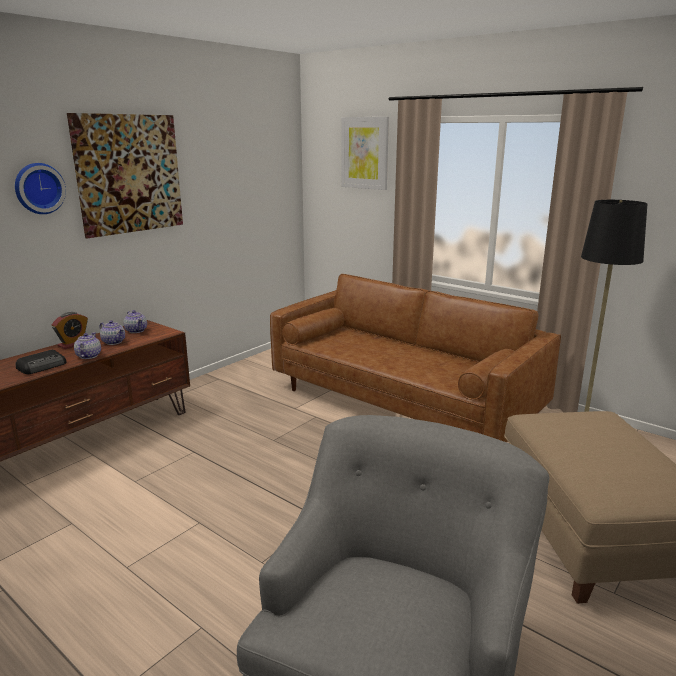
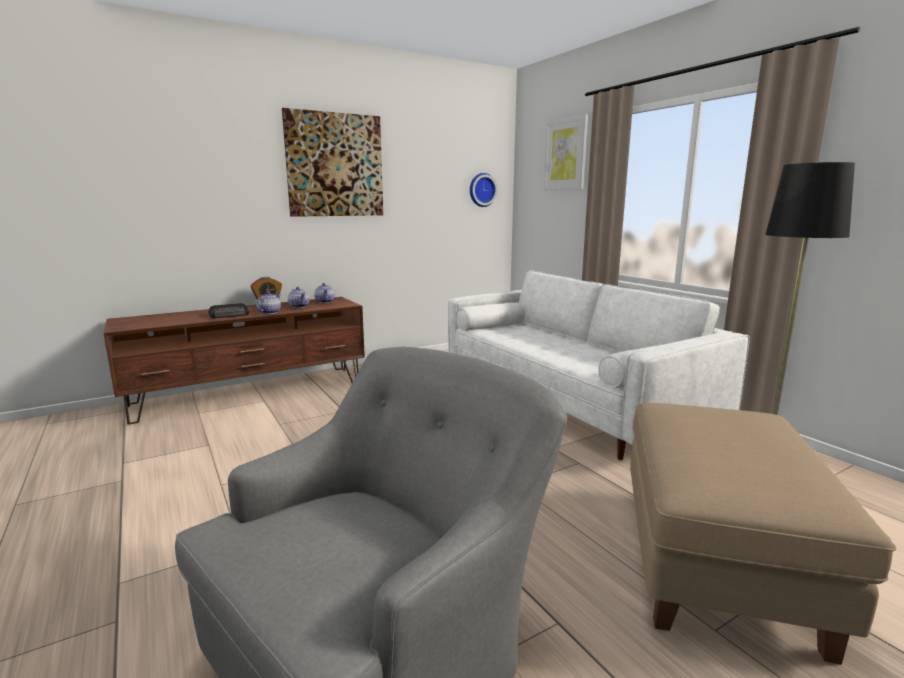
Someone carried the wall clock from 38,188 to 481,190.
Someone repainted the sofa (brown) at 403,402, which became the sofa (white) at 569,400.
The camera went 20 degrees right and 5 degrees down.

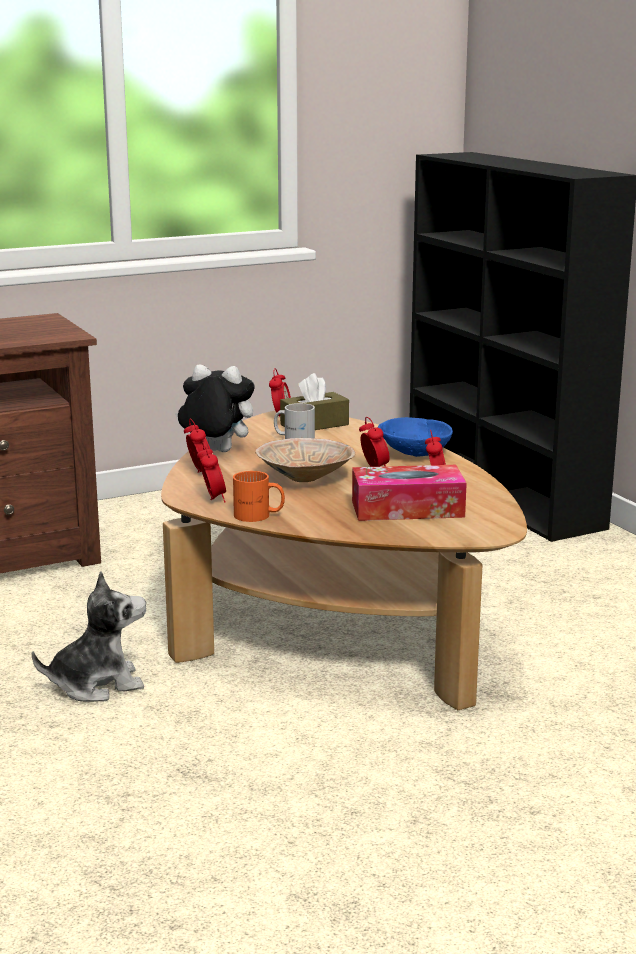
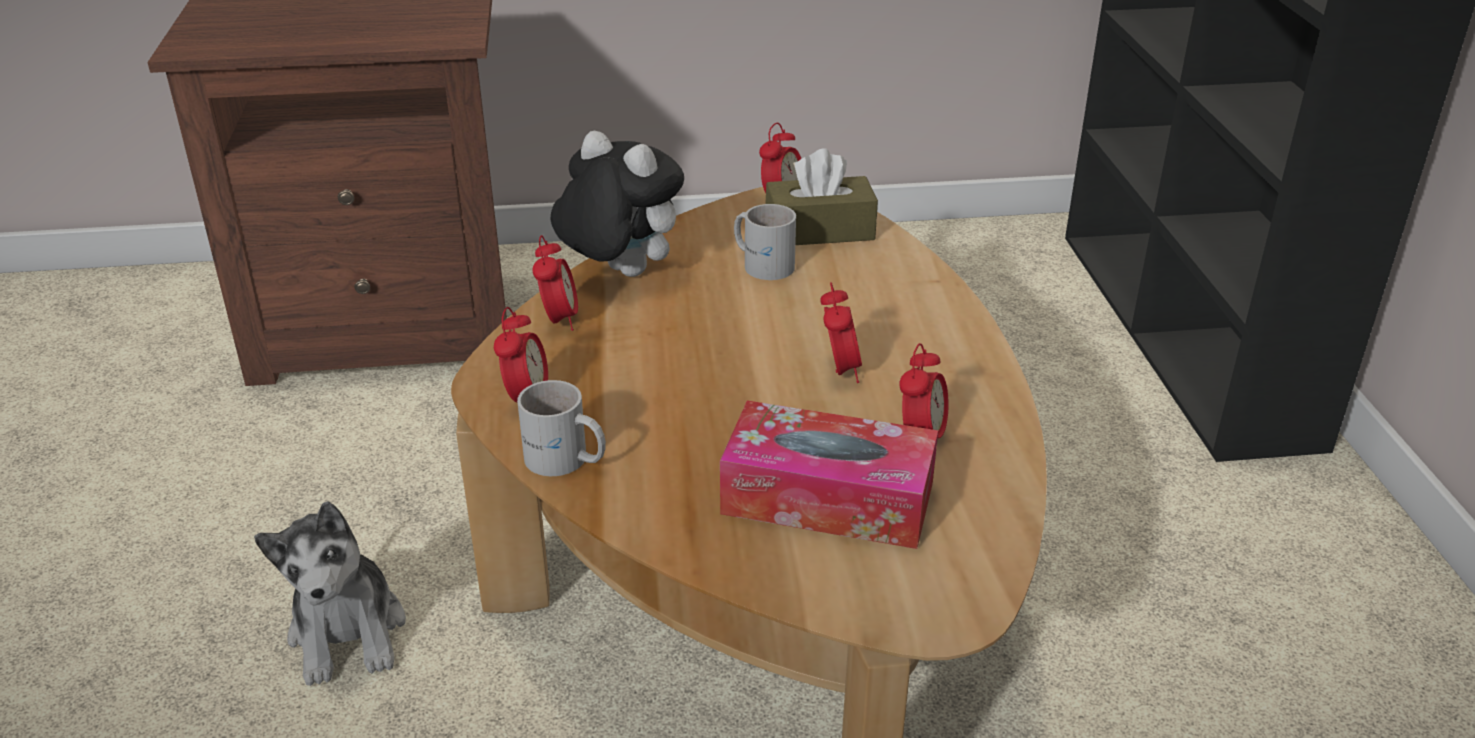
Someone took away the bowl (beige) at 306,478.
Someone took away the bowl (blue) at 413,454.
Someone repainted the mug (orange) at 258,516, which became the mug (white) at 565,461.
Someone rotated the plush toy at 97,684 by 75 degrees clockwise.
The camera went 20 degrees right and 15 degrees up.

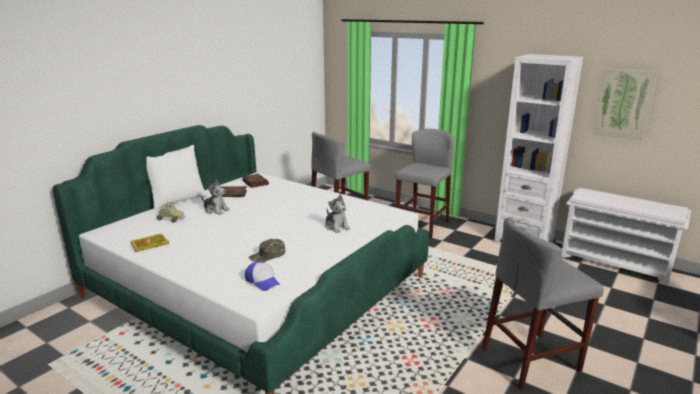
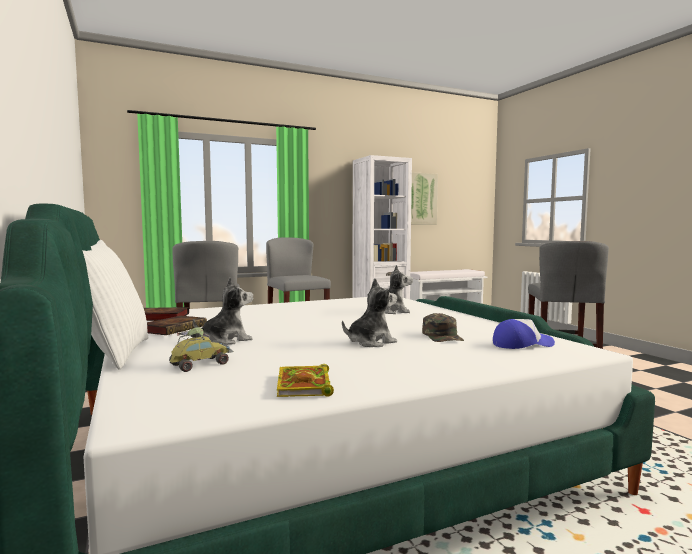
Someone put down the plush toy at 370,342.
The camera went 60 degrees left and 15 degrees down.

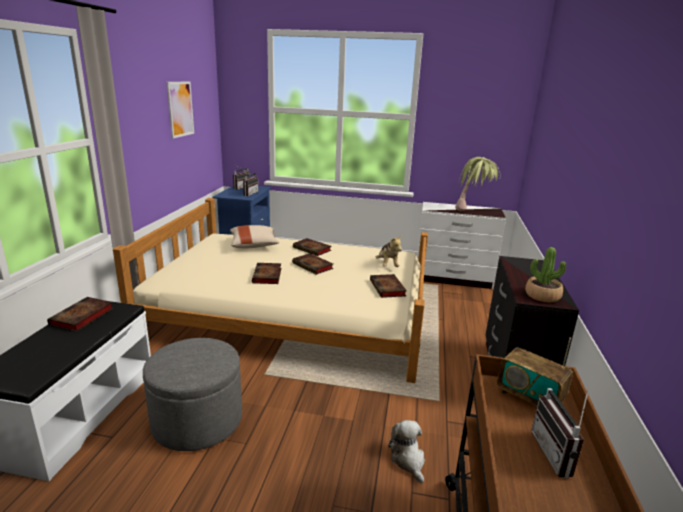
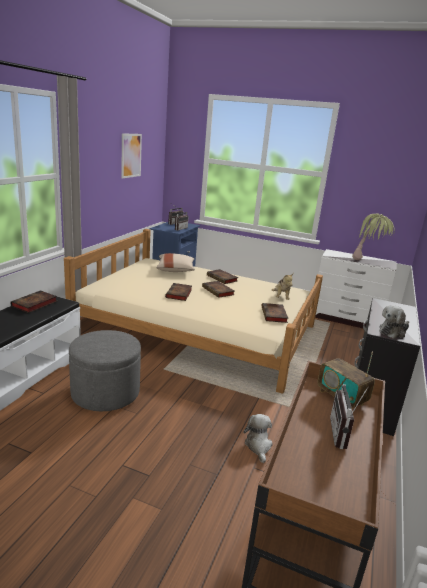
Someone swapped the potted plant at 542,296 for the plush toy at 393,331.
The camera went 10 degrees right and 0 degrees up.

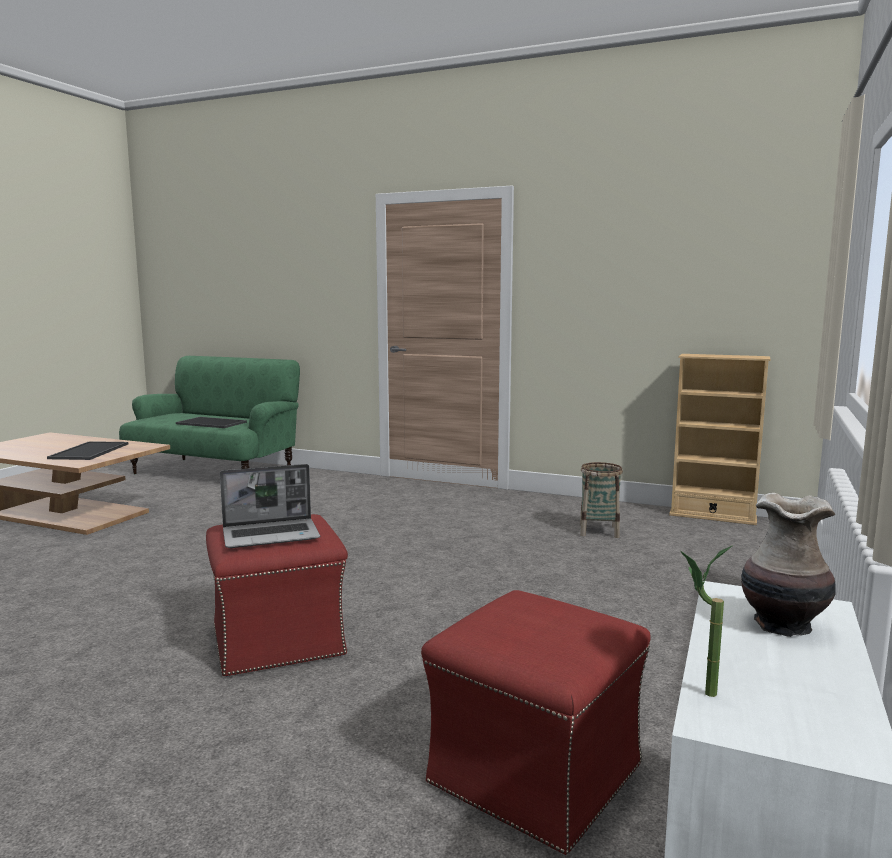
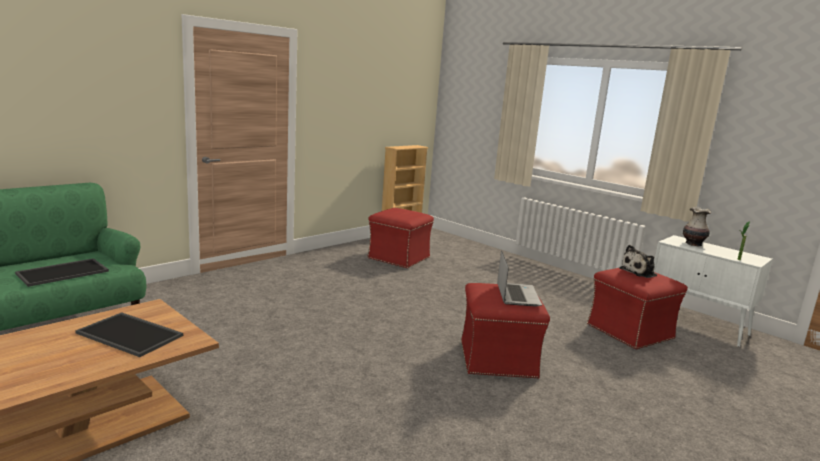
Someone put down the plush toy at 640,272.
Someone swapped the basket at 599,531 for the ottoman (red) at 398,258.
The camera went 70 degrees left and 5 degrees up.

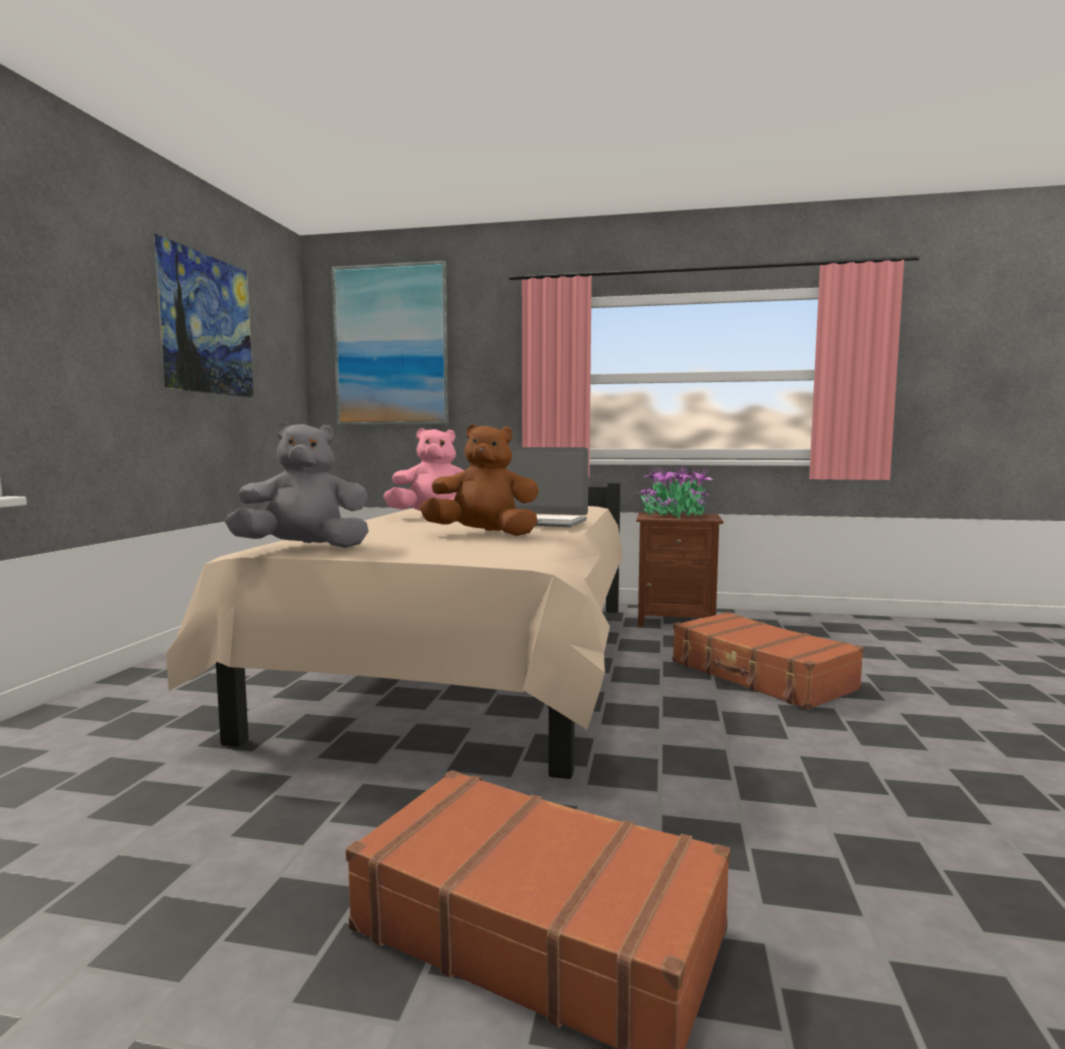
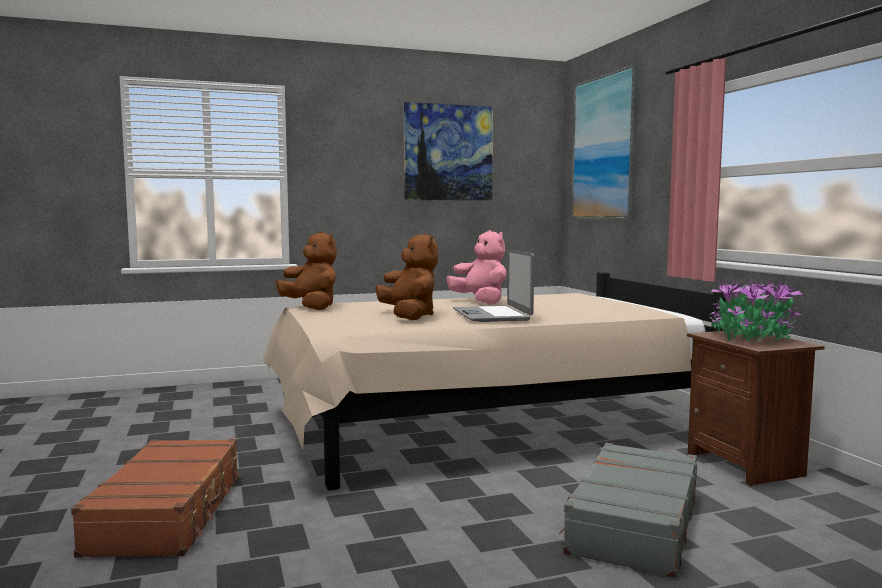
Someone repainted the plush toy (grey) at 305,548, which became the plush toy (brown) at 311,307.
Someone repainted the suitcase (brown) at 760,676, which became the suitcase (grey) at 632,524.
The camera went 60 degrees right and 0 degrees up.

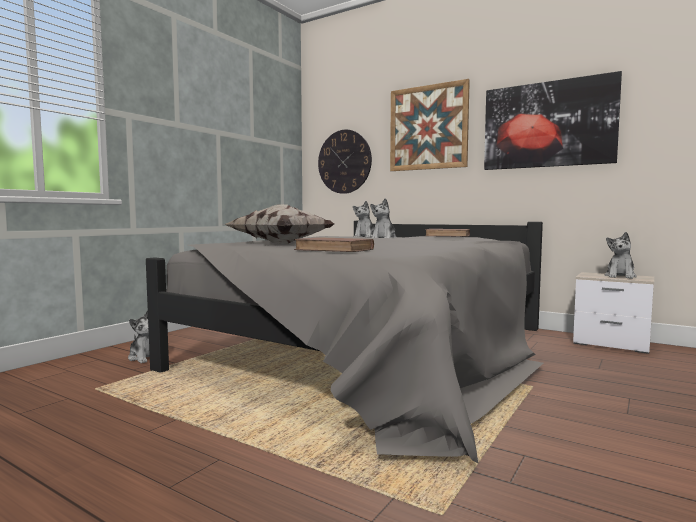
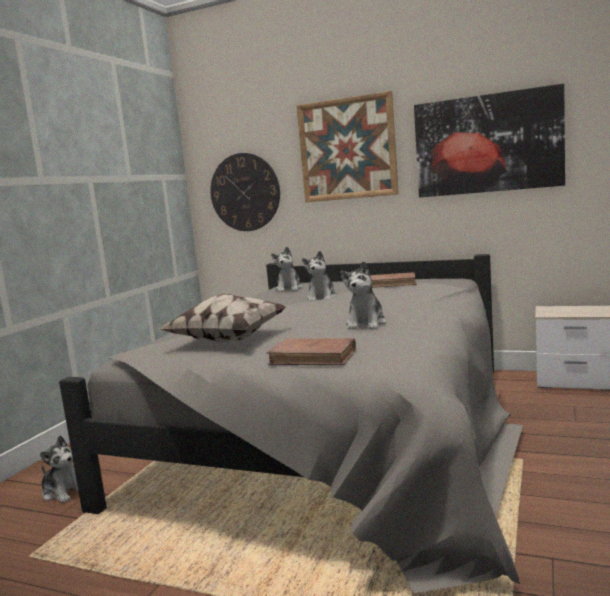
Someone carried the plush toy from 620,276 to 366,324.
The camera went 10 degrees left and 5 degrees up.

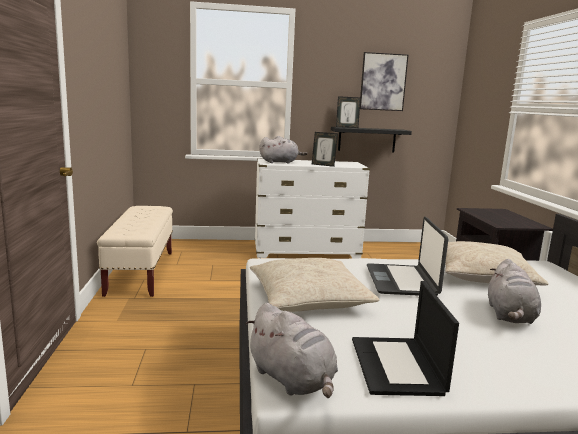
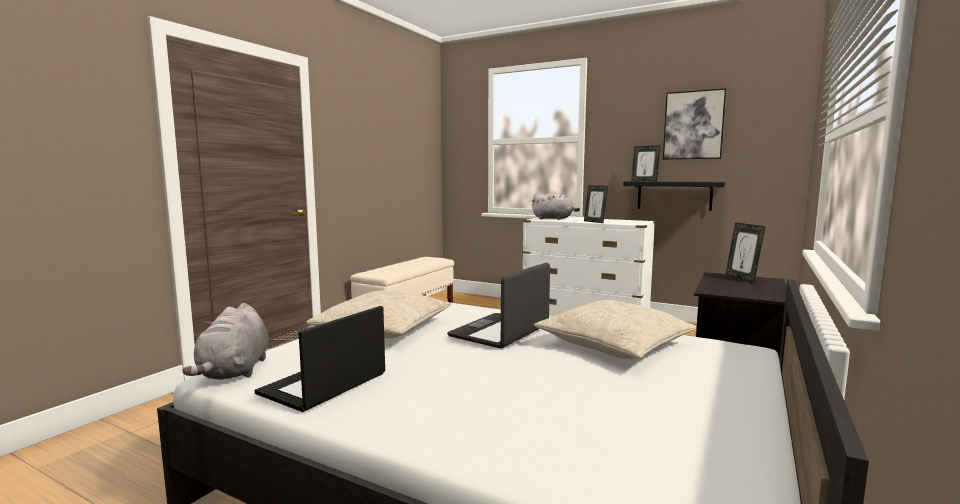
Someone took away the plush toy (grey) at 510,316.
Someone put down the picture frame at 742,278.
The camera went 35 degrees right and 5 degrees down.

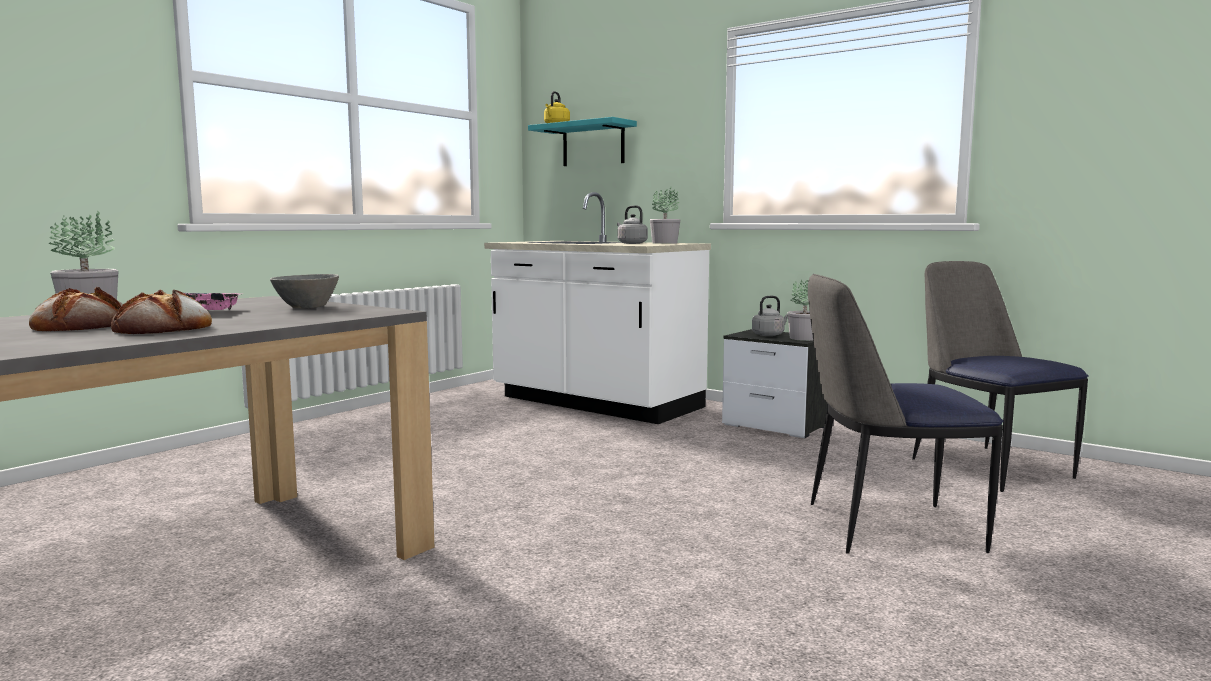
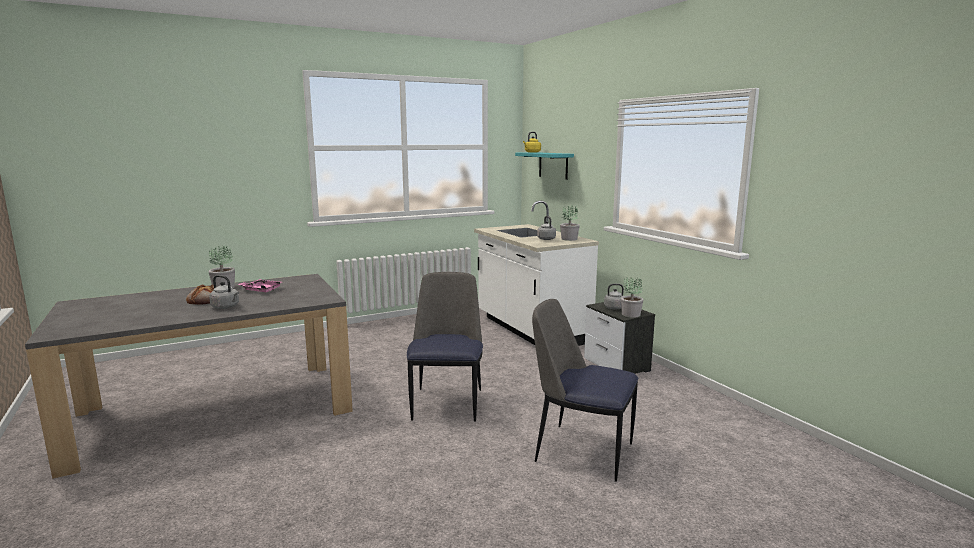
Someone took away the bowl (grey) at 305,307.
Someone carried the chair from 988,467 to 447,403.
Someone swapped the bread at 164,328 for the kettle (grey) at 226,307.
The camera went 25 degrees right and 5 degrees up.

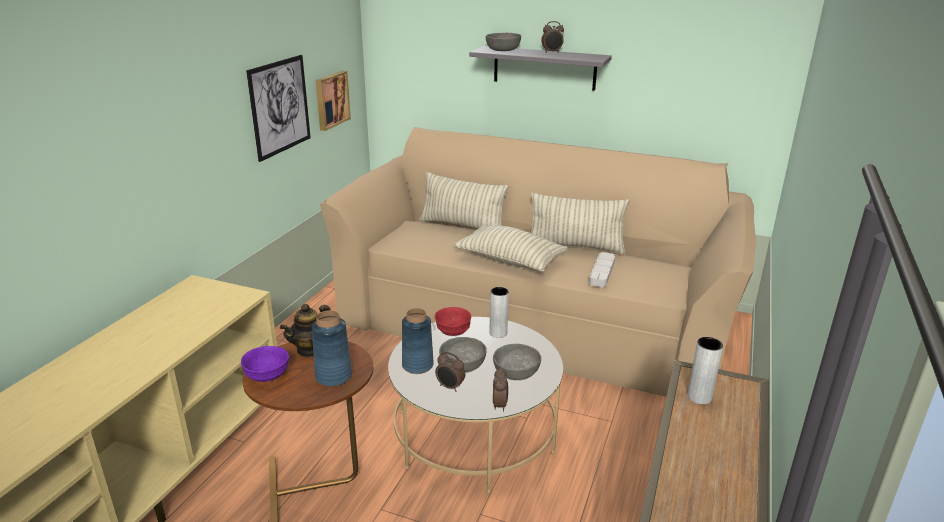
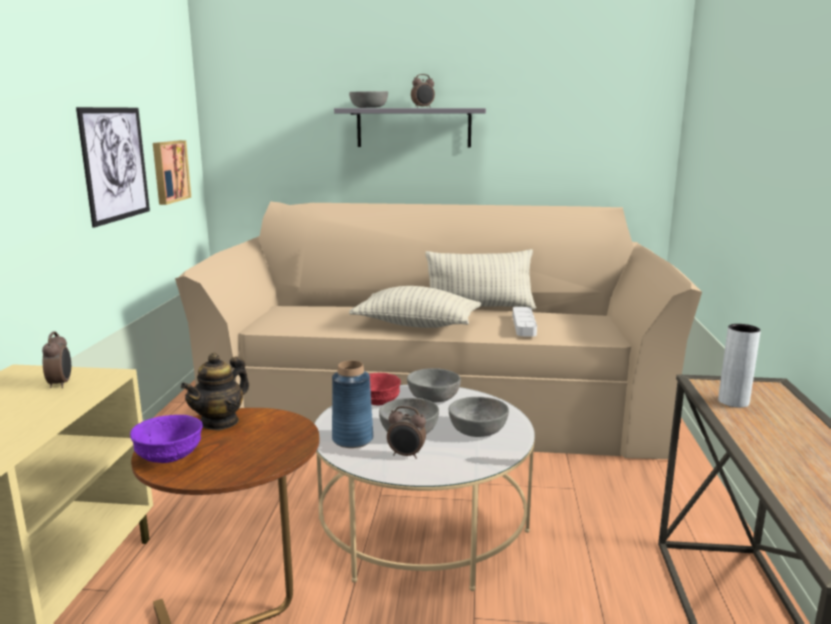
Someone took away the vase (blue) at 334,376.
Someone took away the pillow at 462,226.
Someone carried the alarm clock from 500,405 to 61,384.
Someone swapped the vase (grey) at 498,333 for the bowl (grey) at 433,397.
The camera went 15 degrees left and 10 degrees down.

